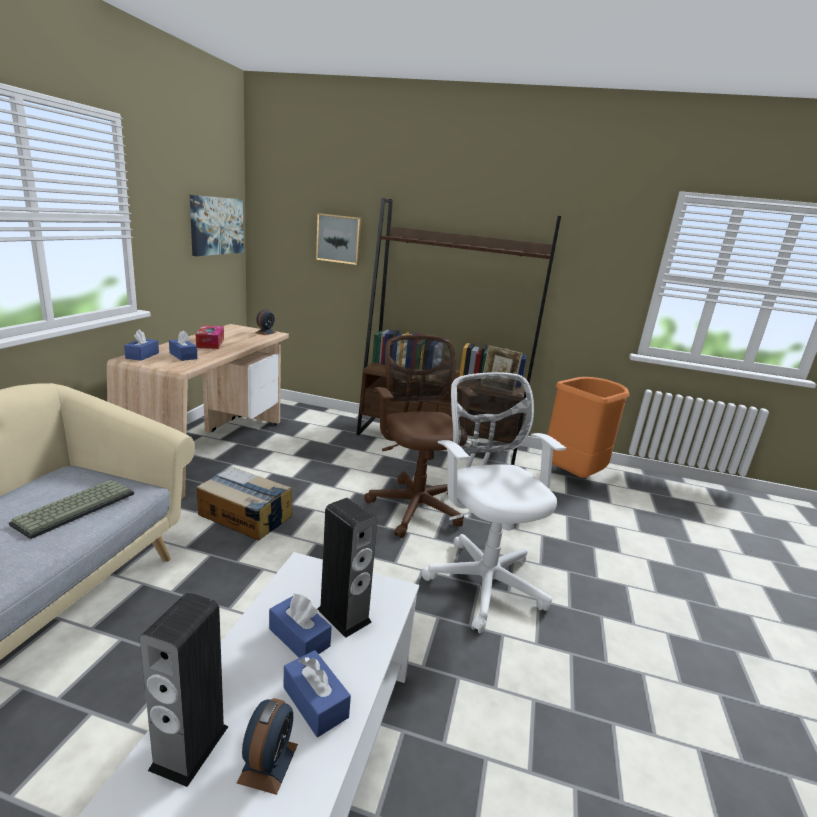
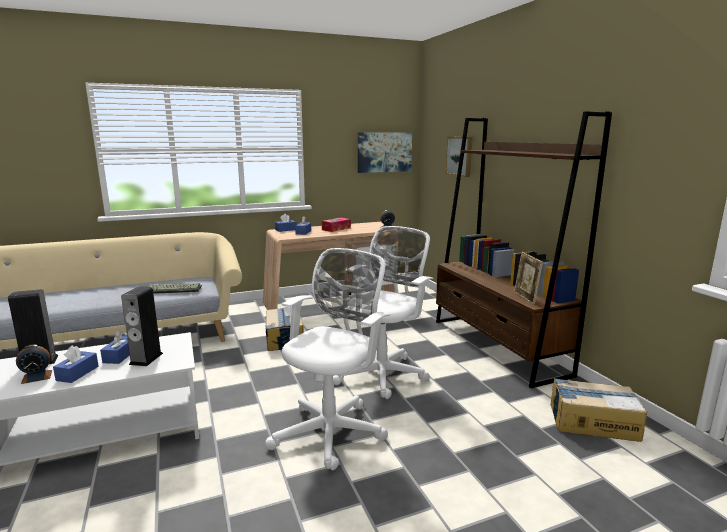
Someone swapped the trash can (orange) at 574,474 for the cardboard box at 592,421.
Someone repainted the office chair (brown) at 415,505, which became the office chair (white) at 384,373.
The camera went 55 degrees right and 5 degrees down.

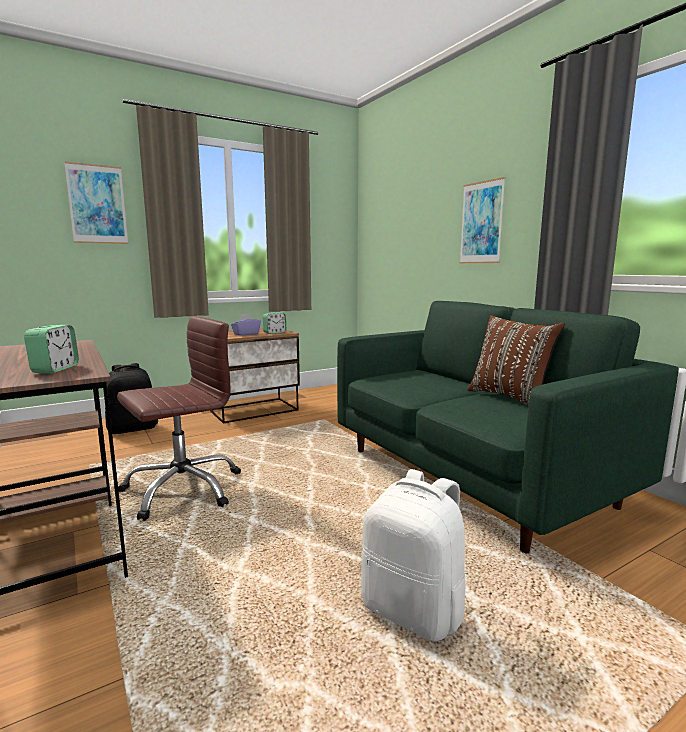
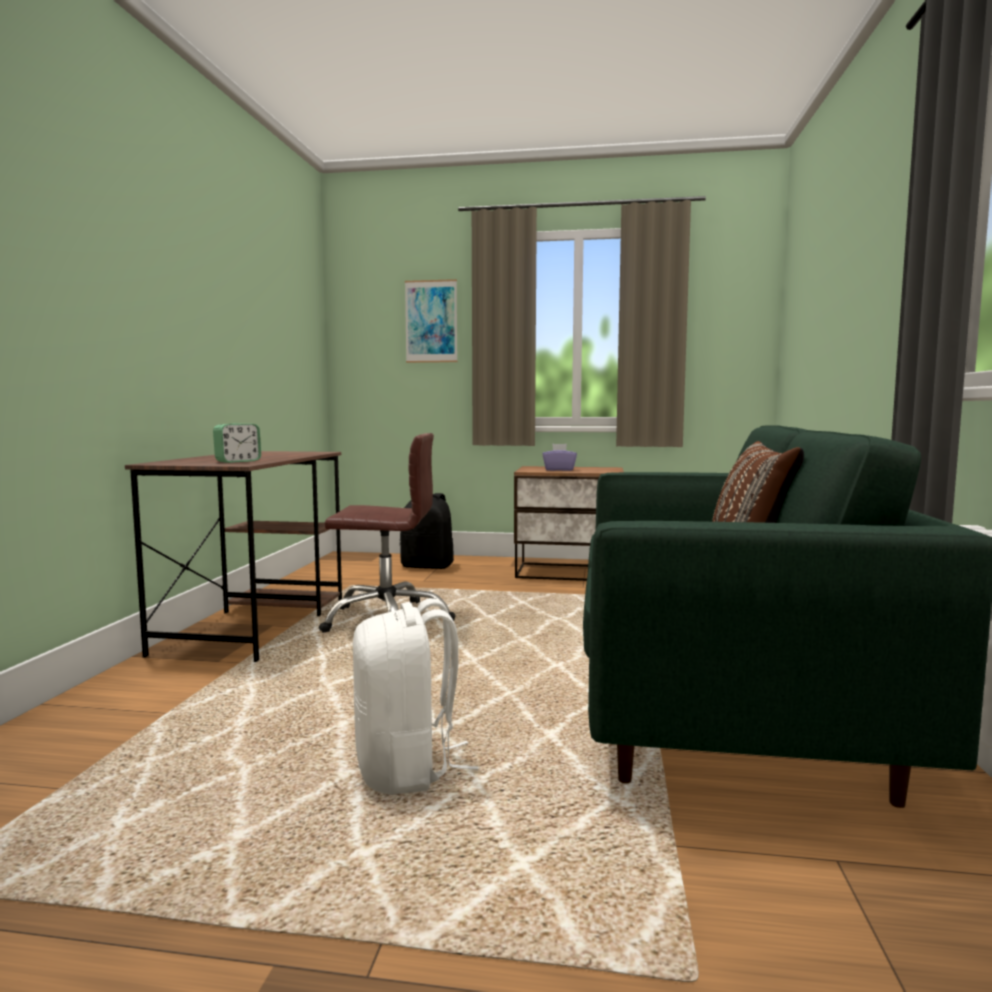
Someone took away the alarm clock at 274,332.
Someone took away the picture at 481,223.
The camera went 40 degrees right and 5 degrees down.

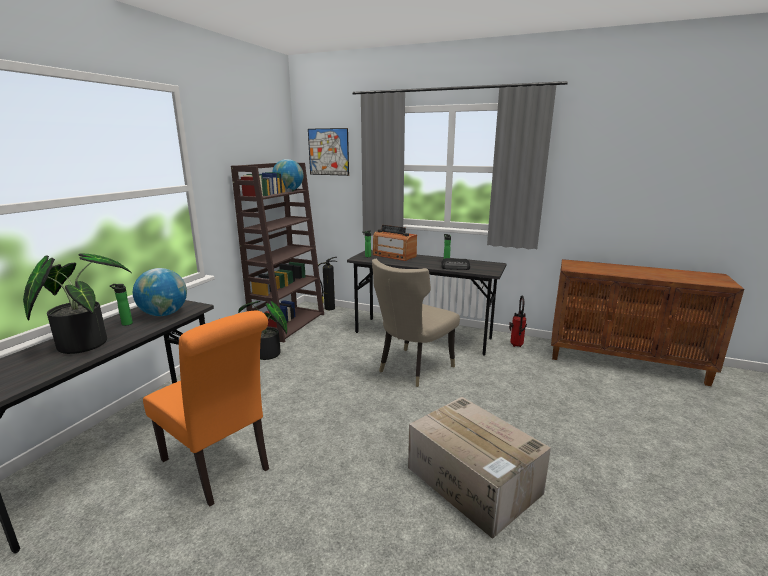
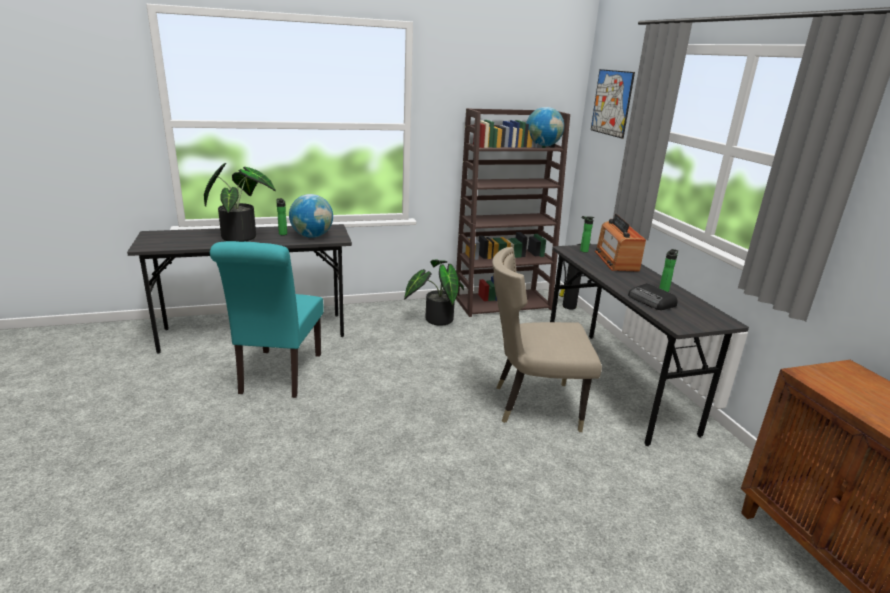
Someone took away the cardboard box at 475,481.
Someone took away the fire extinguisher at 516,346.
Someone repainted the chair (orange) at 219,467, which became the chair (turquoise) at 278,376.
The camera went 50 degrees right and 5 degrees up.

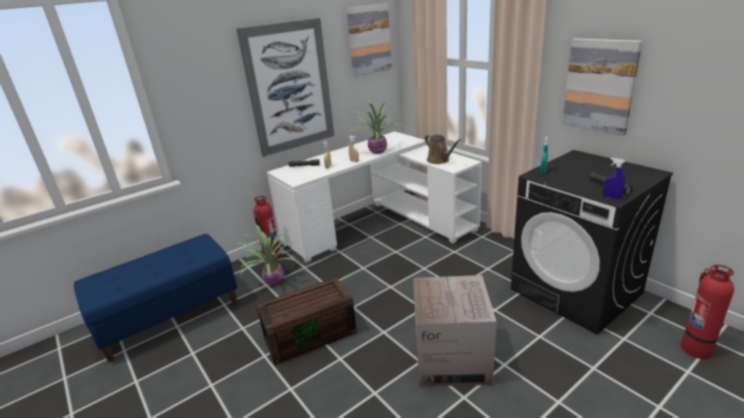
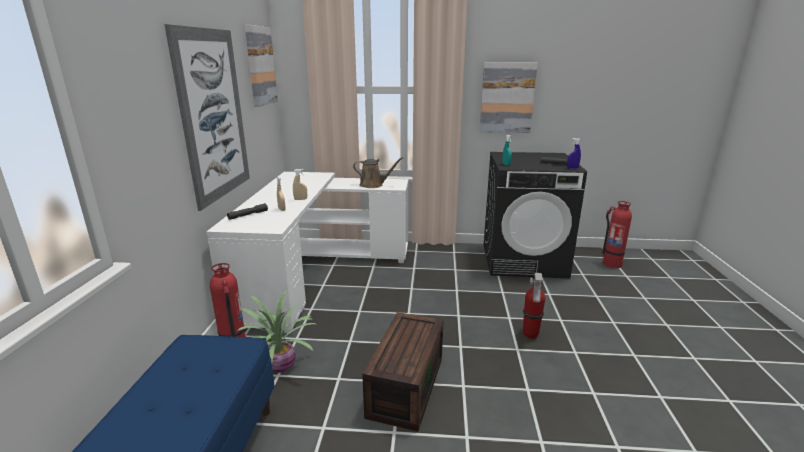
Someone took away the potted plant at 377,152.
Someone swapped the cardboard box at 451,358 for the fire extinguisher at 530,335.
The camera went 50 degrees left and 5 degrees down.

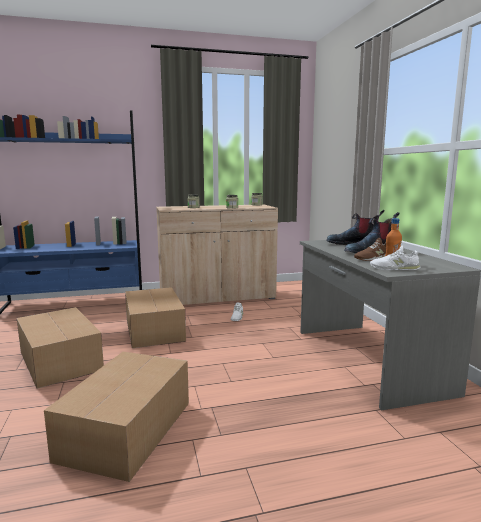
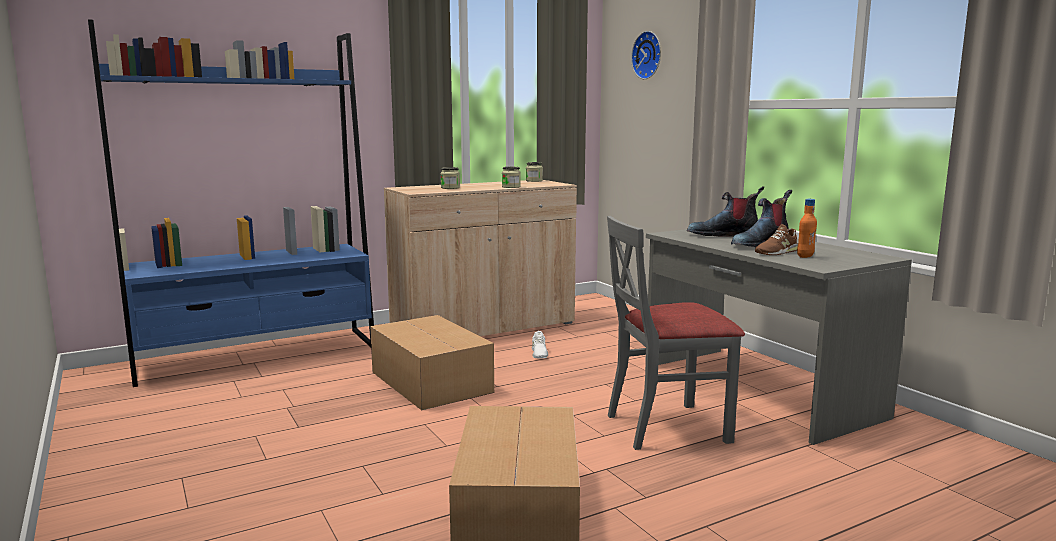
Someone took away the cardboard box at 60,360.
Someone took away the shoe (white) at 394,268.
Someone put down the chair (grey) at 667,427.
Someone put up the wall clock at 648,55.
The camera went 15 degrees left and 0 degrees up.

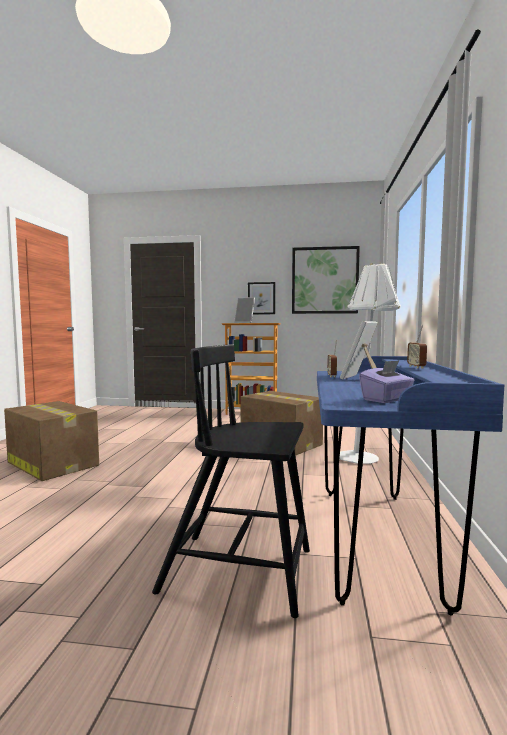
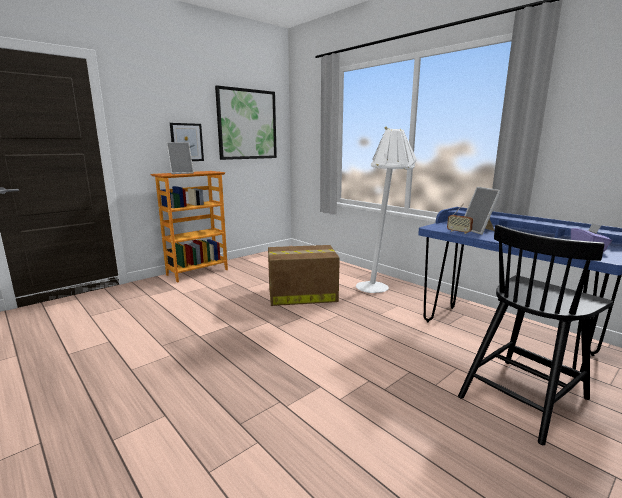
Someone took away the cardboard box at 52,463.
Someone took away the radio at 416,367.
The camera went 50 degrees left and 10 degrees up.

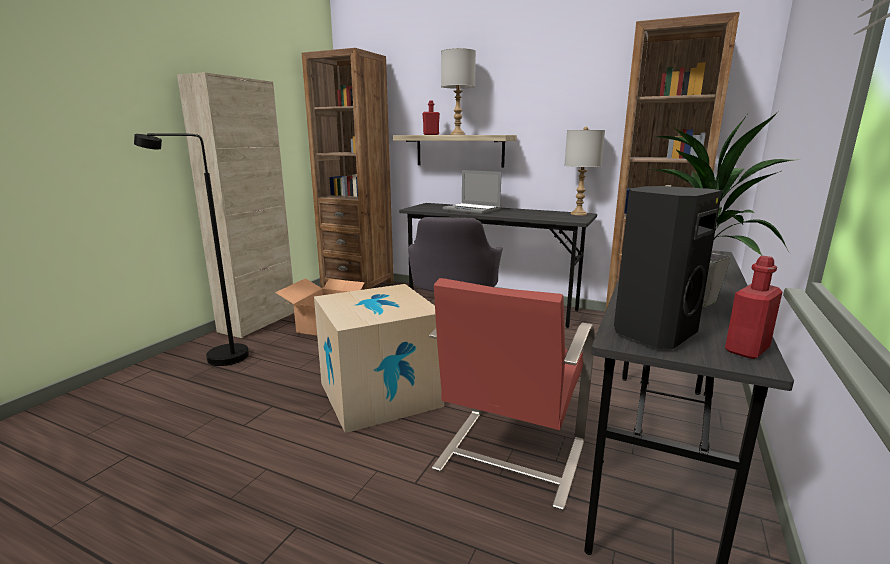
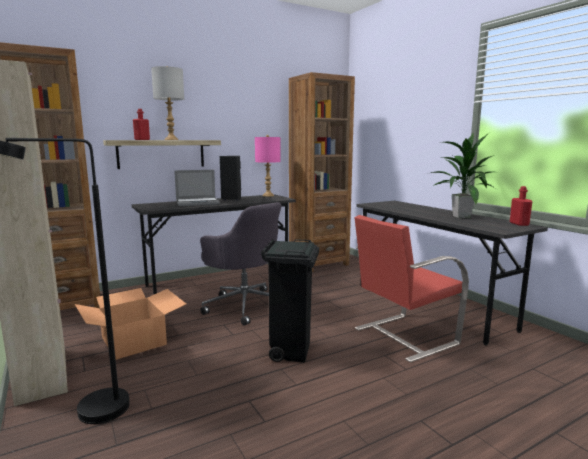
Someone carried the speaker (black) from 652,333 to 231,199.
Someone swapped the cardboard box at 380,394 for the trash can (black) at 291,352.
Someone repainted the table lamp (grey) at 578,214, which became the table lamp (pink) at 268,195.
Someone rotated the chair (red) at 509,456 by 90 degrees clockwise.
The camera went 55 degrees left and 5 degrees down.

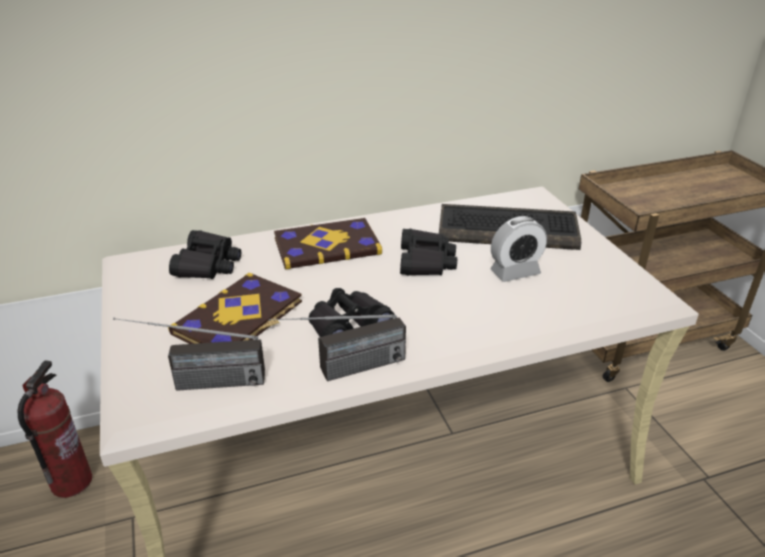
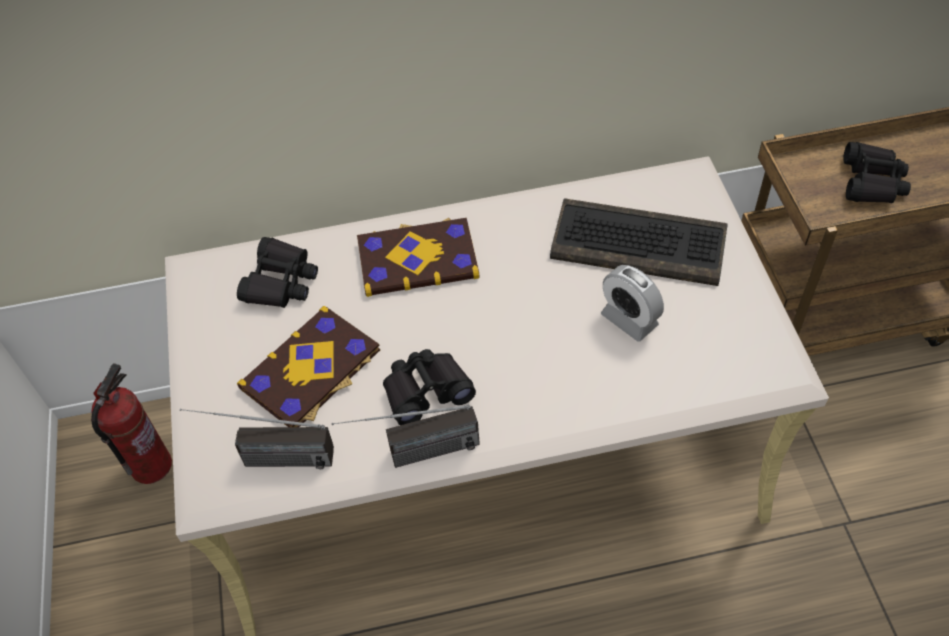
Someone carried the binoculars (black) from 426,262 to 872,182.
Someone rotated the alarm clock at 515,272 by 60 degrees clockwise.
The camera went 10 degrees right and 20 degrees up.

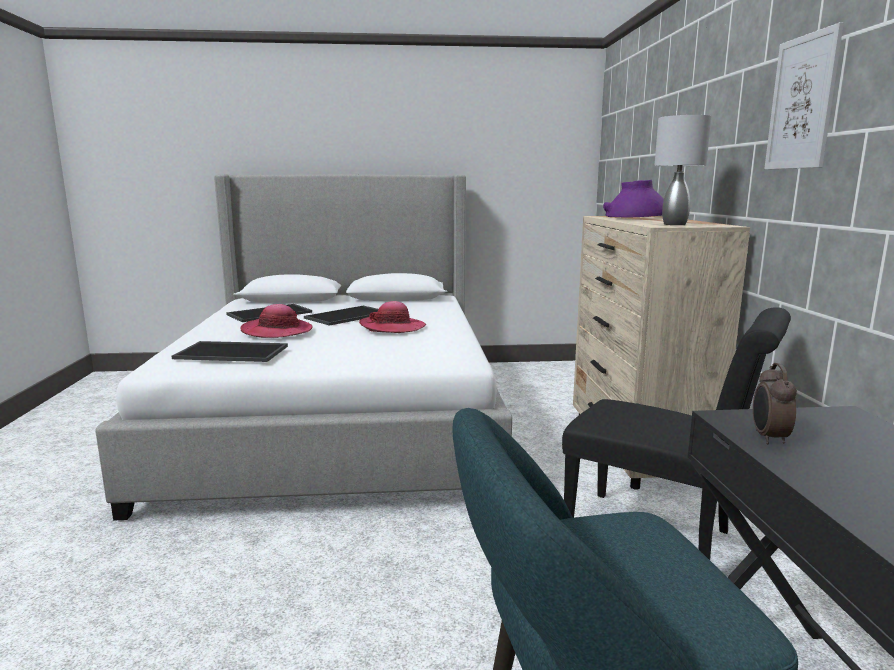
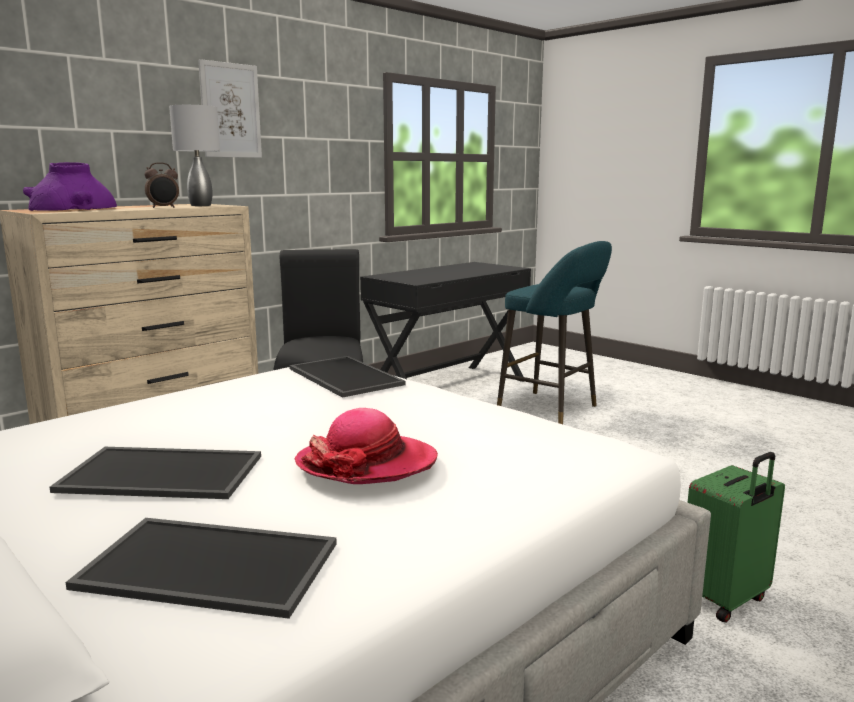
Someone took away the hat at 392,327.
Someone put down the suitcase (green) at 725,600.
Someone carried the tray from 233,352 to 342,376.
Someone carried the alarm clock from 768,438 to 164,208.
The camera went 130 degrees left and 0 degrees up.

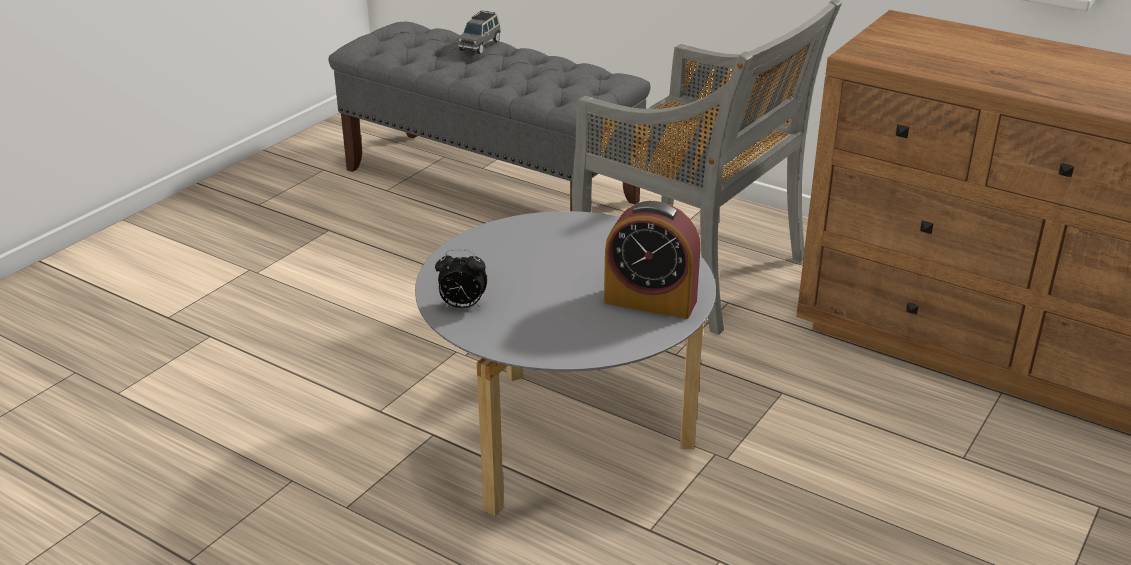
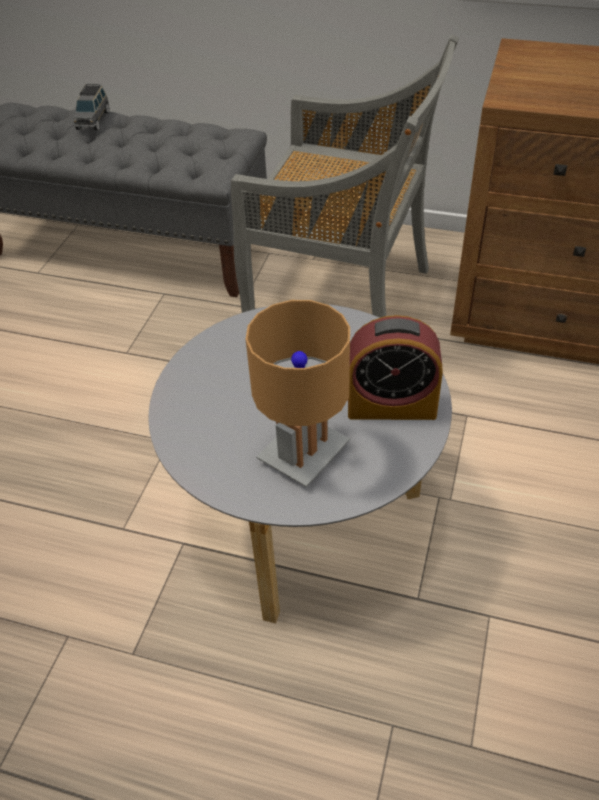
Someone took away the alarm clock at 462,306.
Someone put down the table lamp (brown) at 304,455.
The camera went 15 degrees left and 15 degrees up.

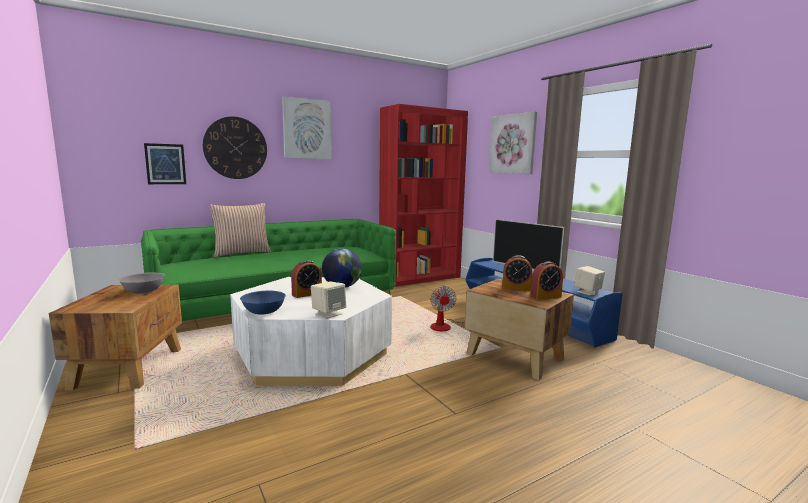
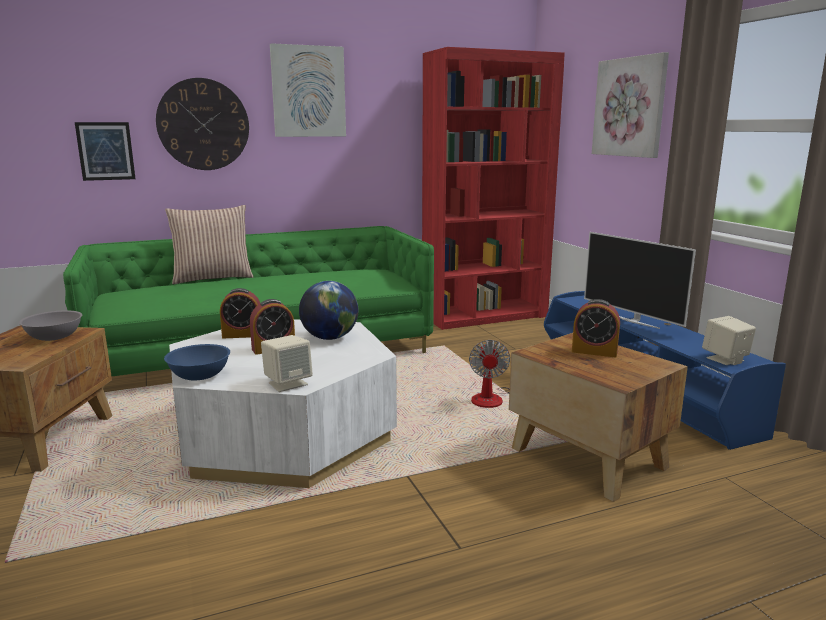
Someone carried the alarm clock from 545,296 to 242,335.
The camera went 10 degrees right and 5 degrees up.

